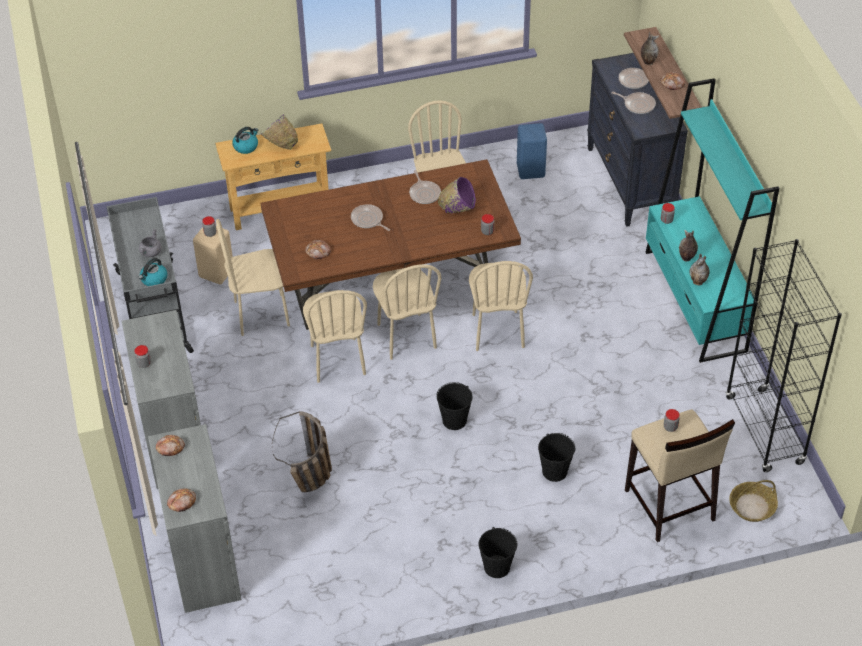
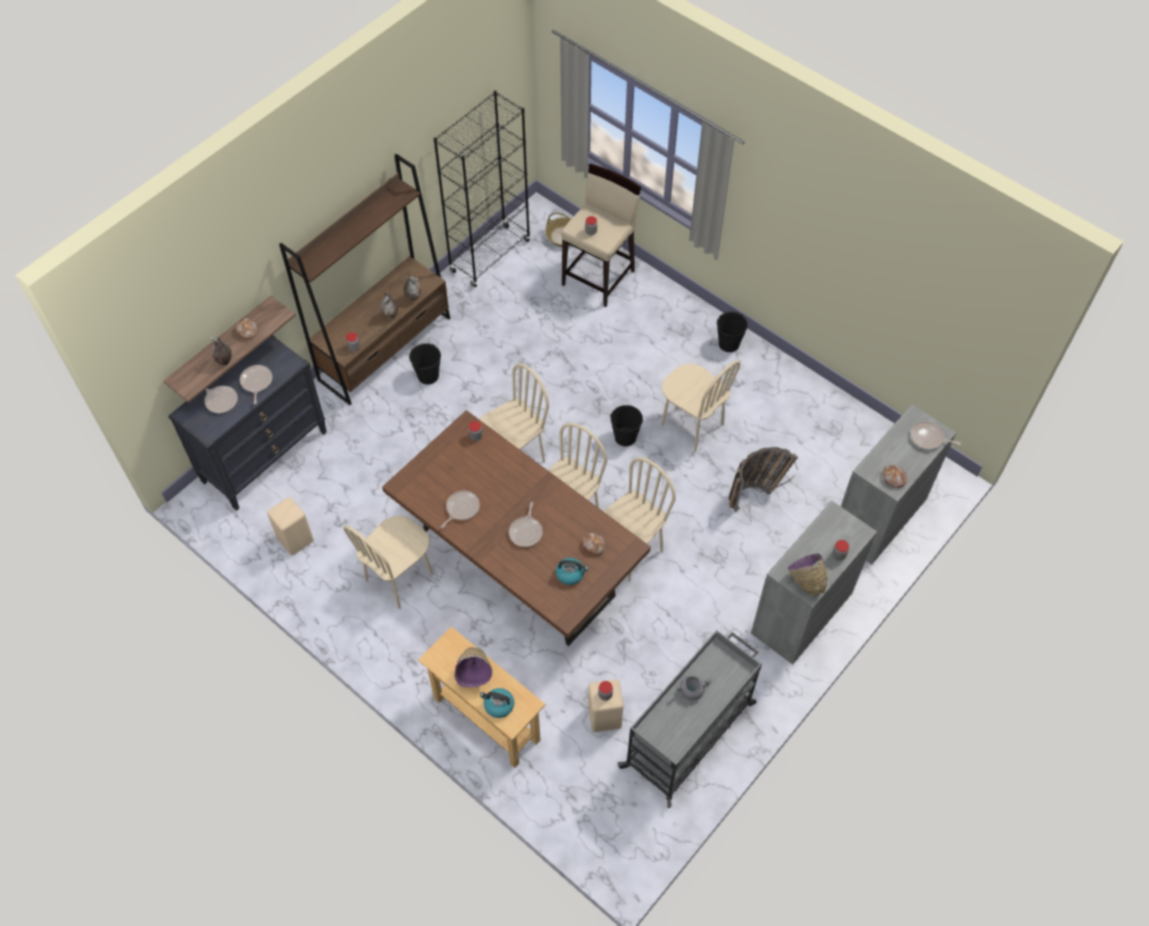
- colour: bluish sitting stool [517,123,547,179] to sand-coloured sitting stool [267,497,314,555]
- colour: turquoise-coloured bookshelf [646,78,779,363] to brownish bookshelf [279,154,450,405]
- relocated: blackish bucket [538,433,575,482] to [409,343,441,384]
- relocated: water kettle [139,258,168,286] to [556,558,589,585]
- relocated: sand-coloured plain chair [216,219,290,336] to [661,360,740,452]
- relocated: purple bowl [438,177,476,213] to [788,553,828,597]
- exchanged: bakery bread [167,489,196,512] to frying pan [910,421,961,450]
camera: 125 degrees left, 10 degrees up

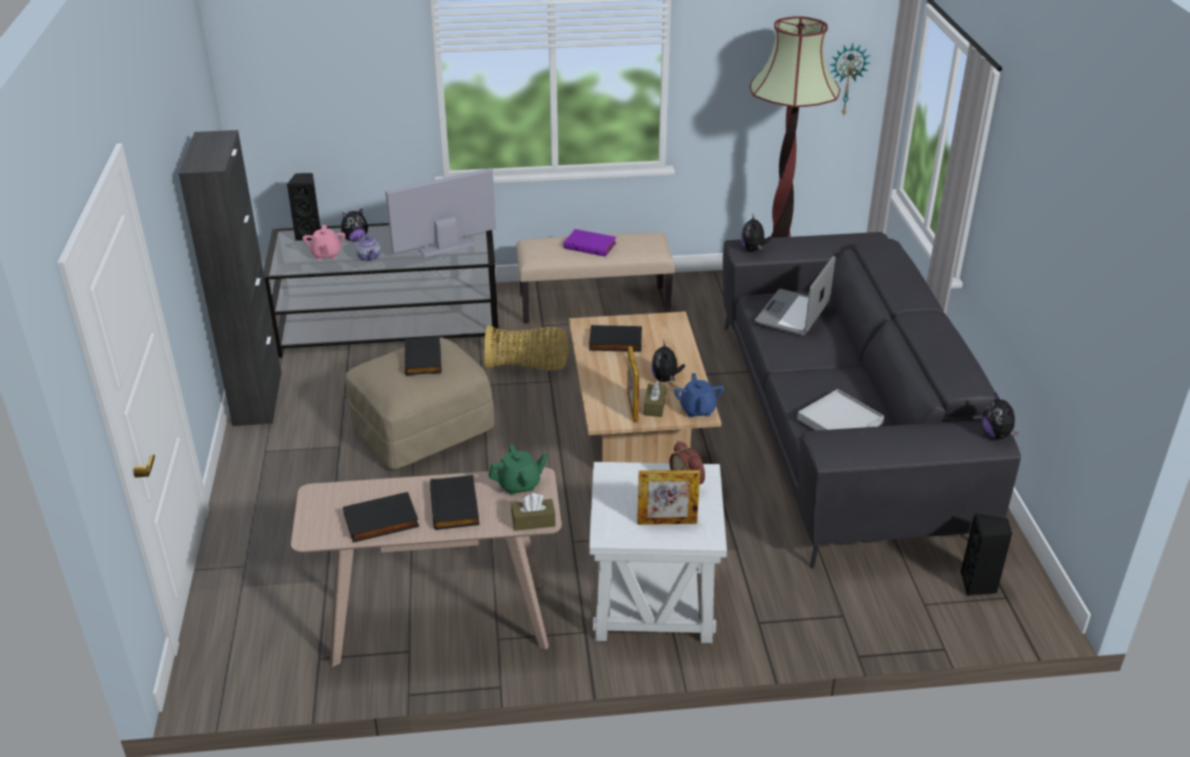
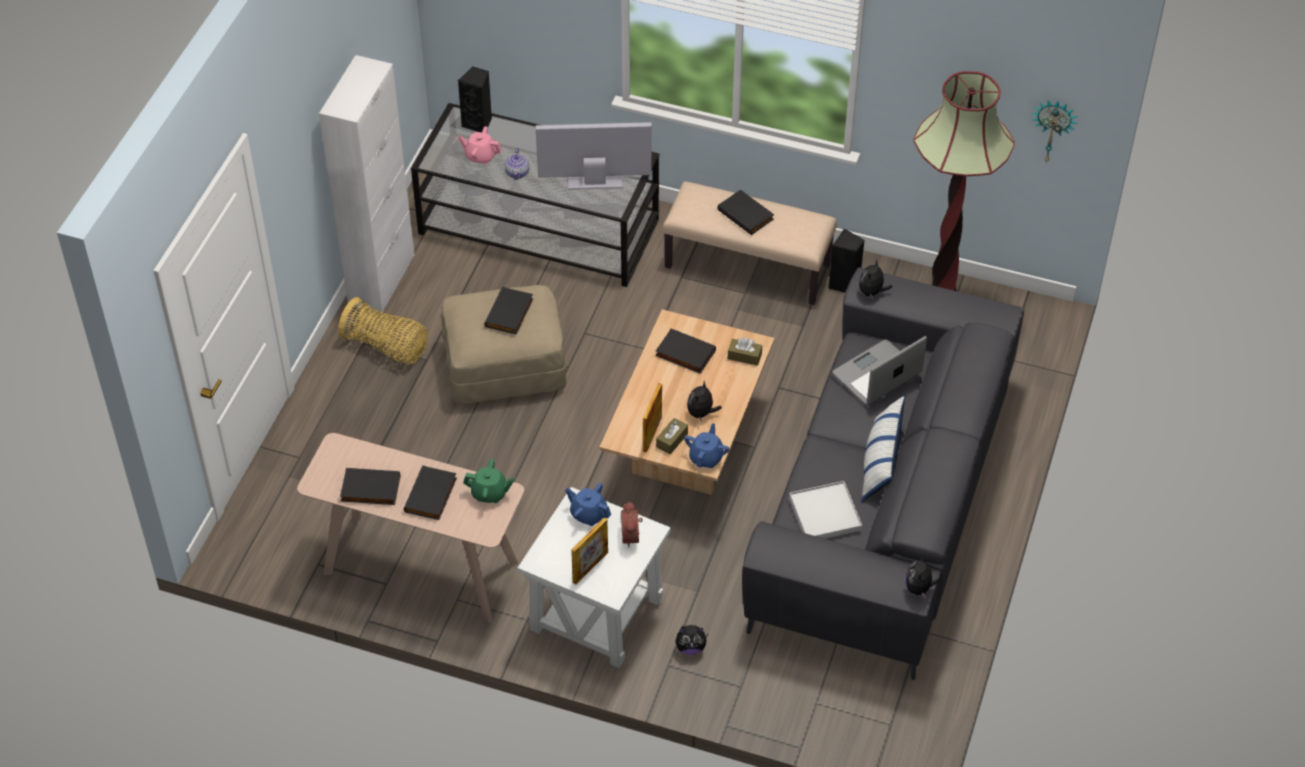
- colour: blackish storage cabinet [179,130,282,426] to whitish storage cabinet [319,55,415,312]
- relocated: storage basket [484,325,569,370] to [338,297,428,364]
- spun: pink-coloured pot for tea [302,225,345,260] = [458,126,502,165] 90 degrees clockwise
- appeared: bluish pot for tea [565,483,611,526]
- spun: picture frame [637,470,700,525] = [571,517,608,585] 75 degrees counterclockwise
- relocated: soft toy [341,208,368,242] to [675,625,708,655]
- colour: purple bound book [563,229,616,257] to blackish bound book [717,189,774,235]
- relocated: brownish box of tissues [511,493,556,531] to [728,338,762,366]
- relocated: blackish loudspeaker [961,514,1012,596] to [828,229,865,293]
- appeared: throw pillow [861,395,906,502]
camera: 25 degrees right, 15 degrees up

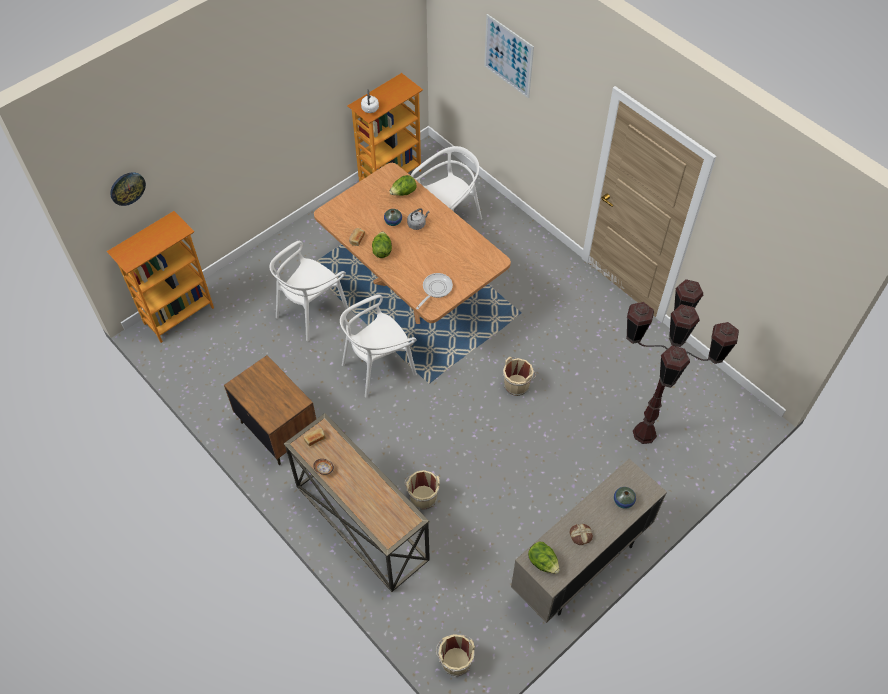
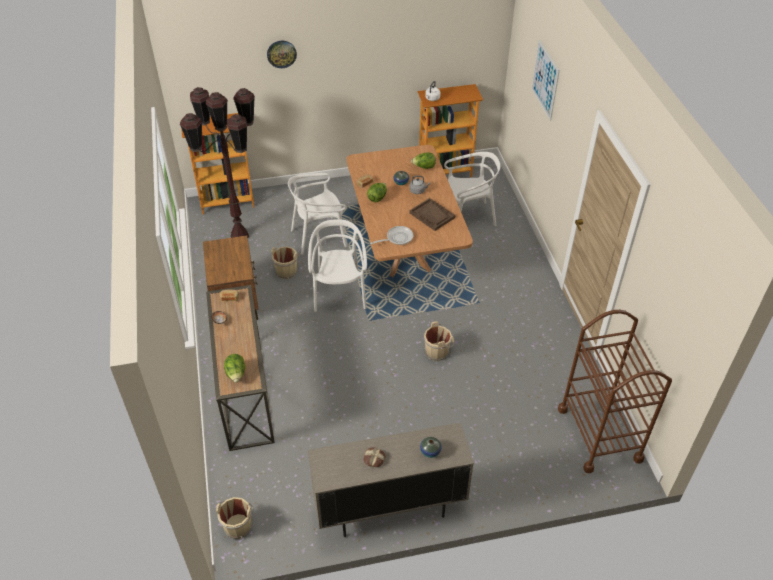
- relocated: brownish floor lamp [626,279,739,444] to [180,87,255,238]
- relocated: head of lettuce [528,542,560,574] to [224,354,245,383]
- relocated: clock on the wall [110,172,146,206] to [267,41,297,68]
- relocated: sand-coloured bucket [404,470,440,510] to [271,246,300,279]
- spun: whitish plain chair [340,295,417,397] = [308,219,367,312] 90 degrees clockwise
- appeared: brownish tray [409,198,455,231]
- appeared: brownish cart [558,310,672,473]
camera: 30 degrees right, 10 degrees down

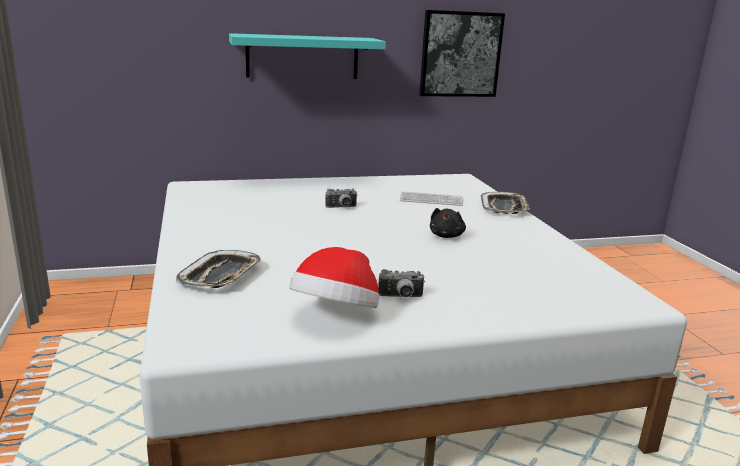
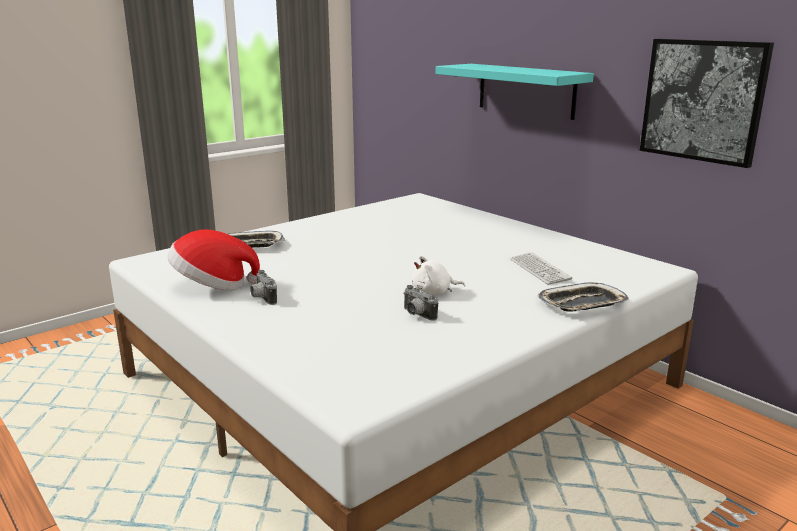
- relocated: photo camera [325,188,358,208] to [403,285,438,321]
- colour: blackish soft toy [430,208,466,238] to whitish soft toy [412,256,465,295]
camera: 65 degrees right, 0 degrees up

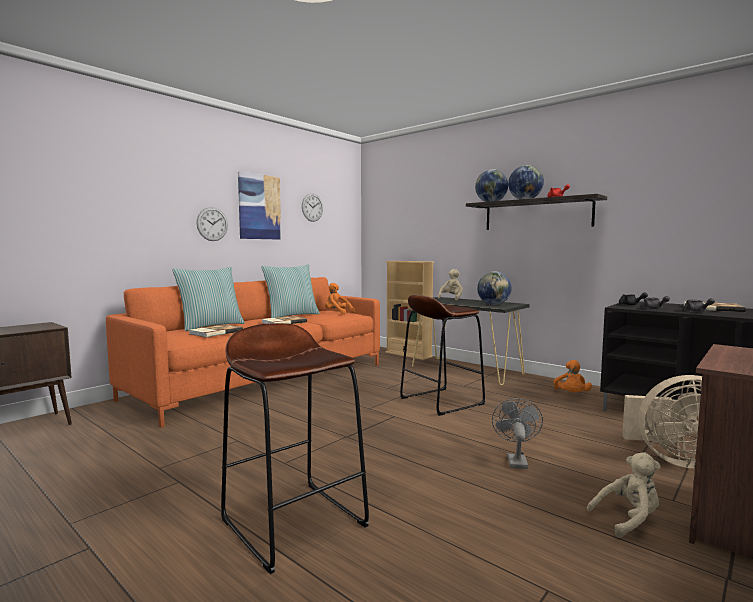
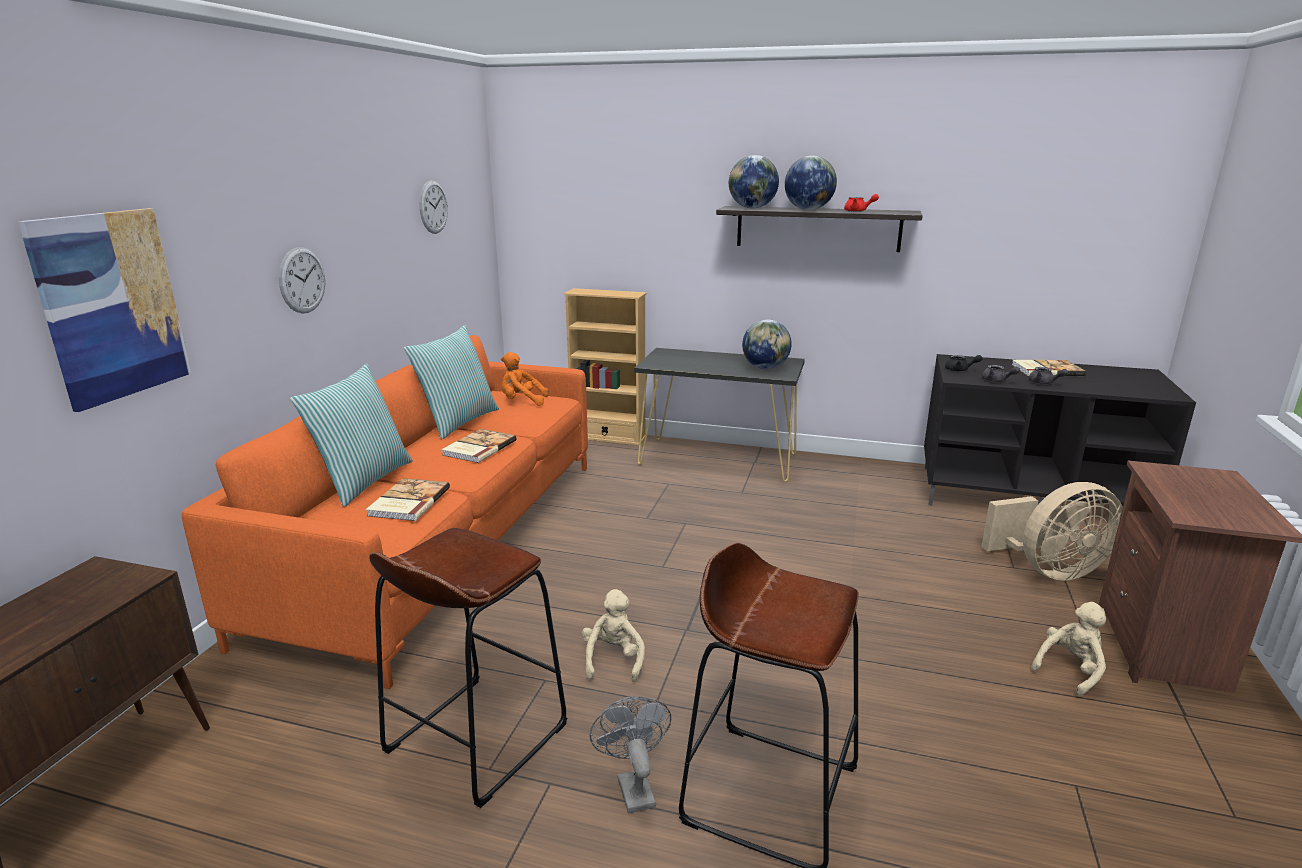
- relocated: wall picture [238,172,281,240] to [18,208,191,412]
- relocated: brownish sitting stool [400,295,485,416] to [369,528,567,808]
- relocated: sand-coloured soft toy [438,269,463,301] to [582,589,645,682]
- relocated: gray cooling fan [492,398,543,469] to [589,696,671,813]
- missing: orangey soft toy [554,360,592,392]
camera: 25 degrees left, 15 degrees up

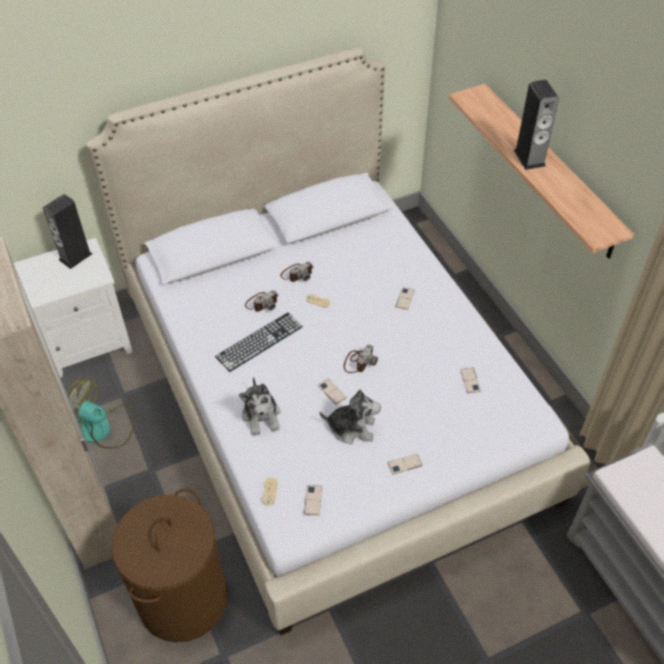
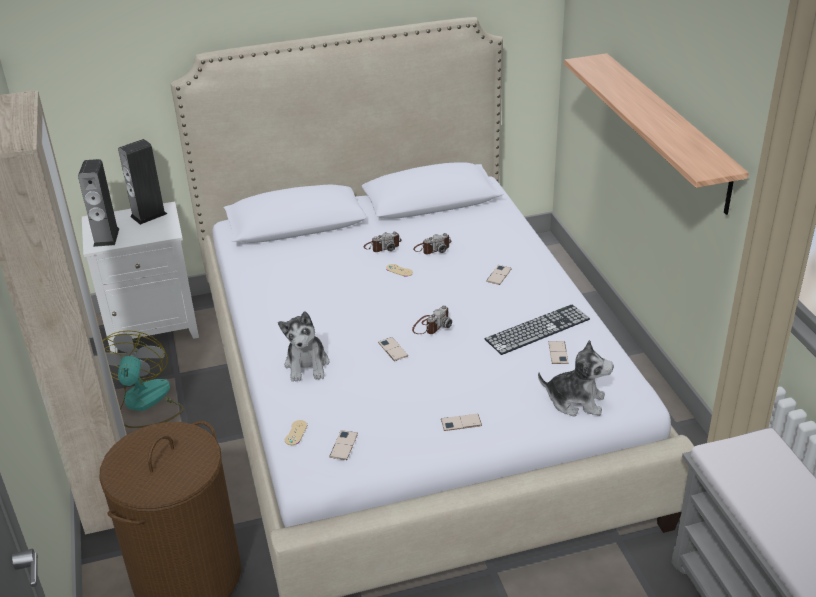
- relocated: loudspeaker [514,80,559,170] to [78,159,119,247]
- spun: cooling fan [67,378,135,449] = [103,331,184,428] 60 degrees clockwise
- relocated: photo camera [245,290,279,312] to [413,233,451,254]
- relocated: computer keyboard [215,313,303,372] to [484,305,590,355]
- relocated: soft toy [320,389,381,444] to [538,340,614,417]
camera: 10 degrees right, 15 degrees down

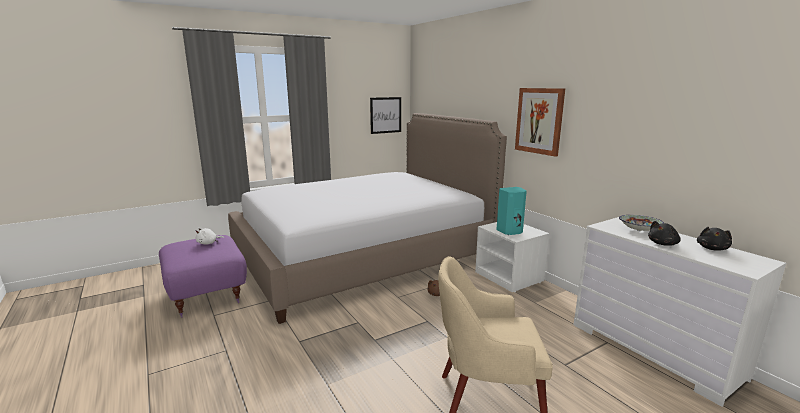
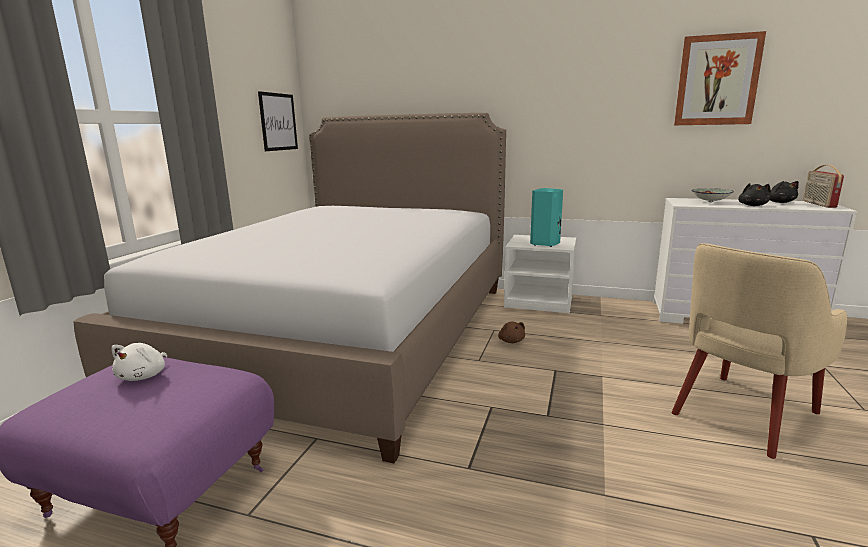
- relocated: wall picture [515,88,565,157] to [674,31,766,125]
- appeared: radio set [803,165,844,208]
camera: 40 degrees left, 0 degrees up

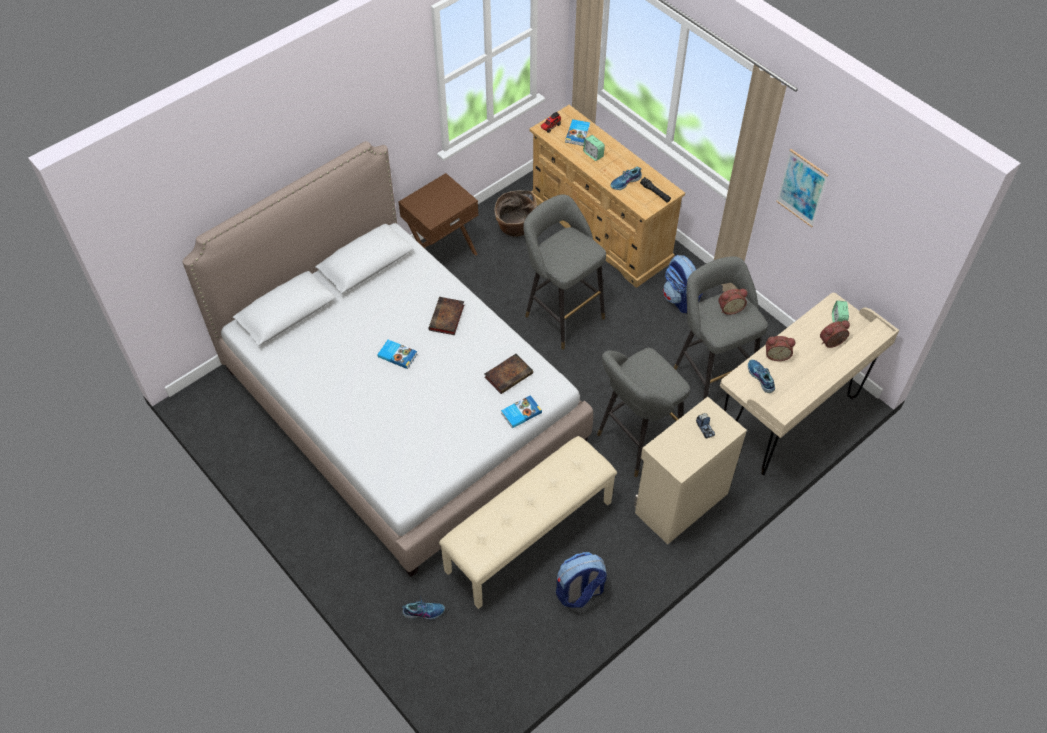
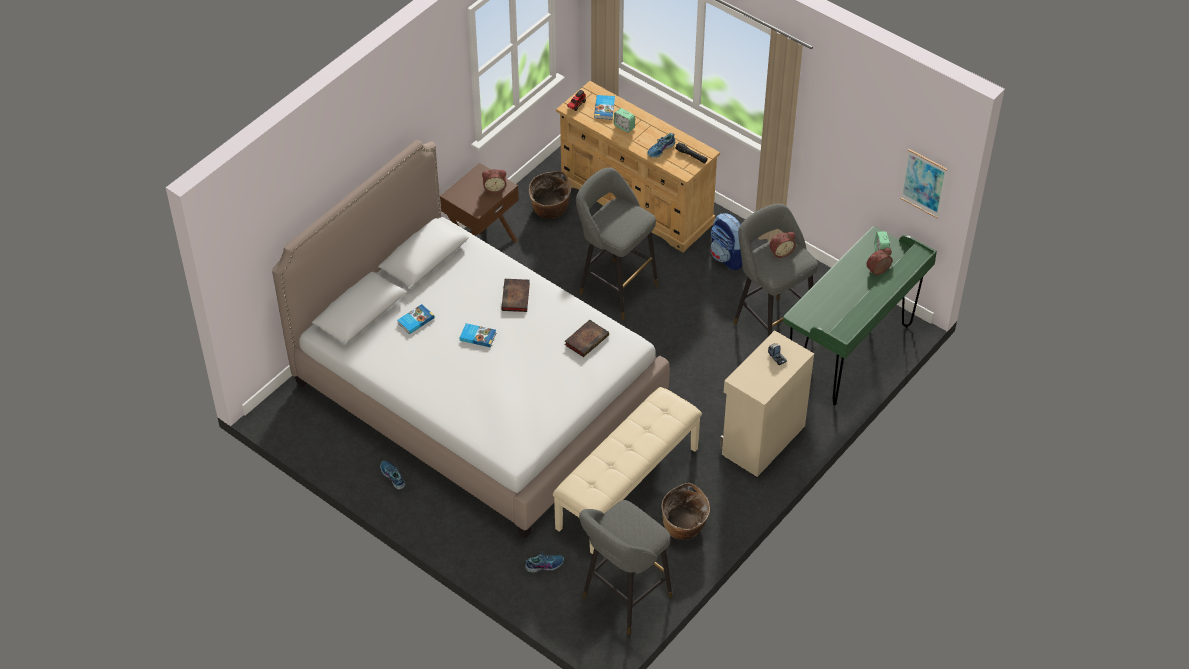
- relocated: low shoe [748,360,775,393] to [380,461,405,489]
- relocated: bound book [501,395,542,428] to [397,304,435,334]
- relocated: bedside clock [766,336,796,361] to [482,169,506,193]
- relocated: gray sitting stool [597,348,690,477] to [579,500,673,635]
- exchanged: rucksack [556,552,607,608] to storage basket [661,483,710,540]
- colour: sand-coloured desk table [720,293,899,475] to greenish desk table [783,226,937,405]
- relocated: wall picture [776,149,829,227] to [900,149,948,219]
camera: 10 degrees left, 5 degrees down

